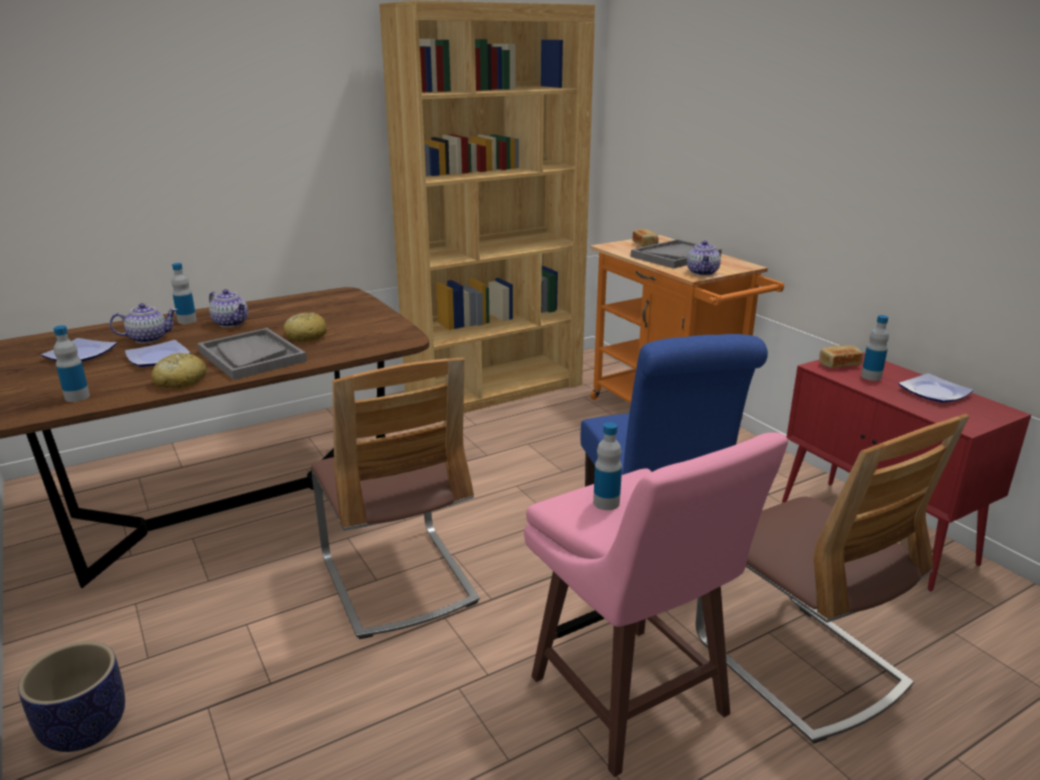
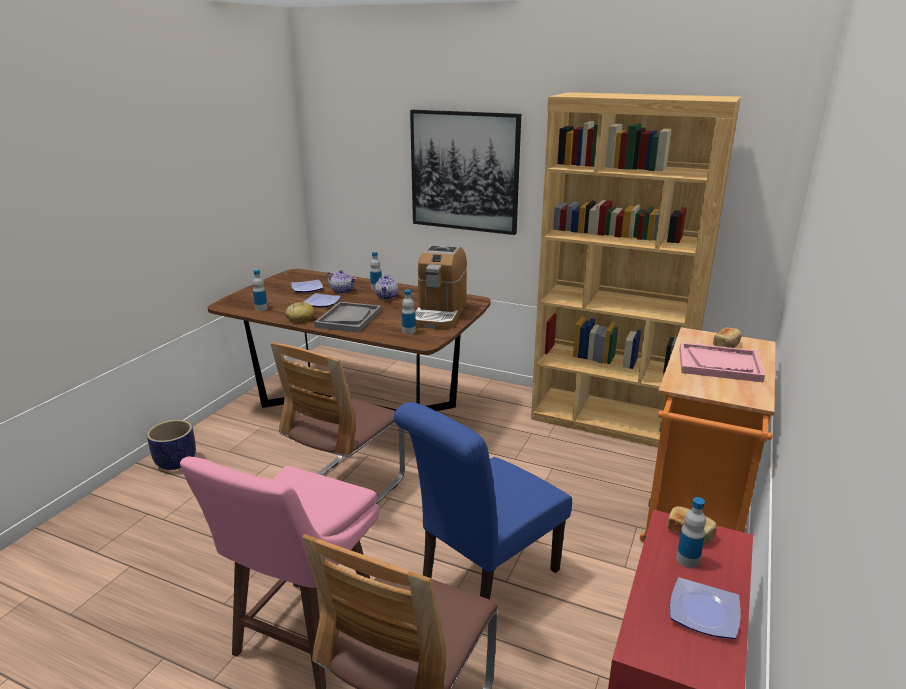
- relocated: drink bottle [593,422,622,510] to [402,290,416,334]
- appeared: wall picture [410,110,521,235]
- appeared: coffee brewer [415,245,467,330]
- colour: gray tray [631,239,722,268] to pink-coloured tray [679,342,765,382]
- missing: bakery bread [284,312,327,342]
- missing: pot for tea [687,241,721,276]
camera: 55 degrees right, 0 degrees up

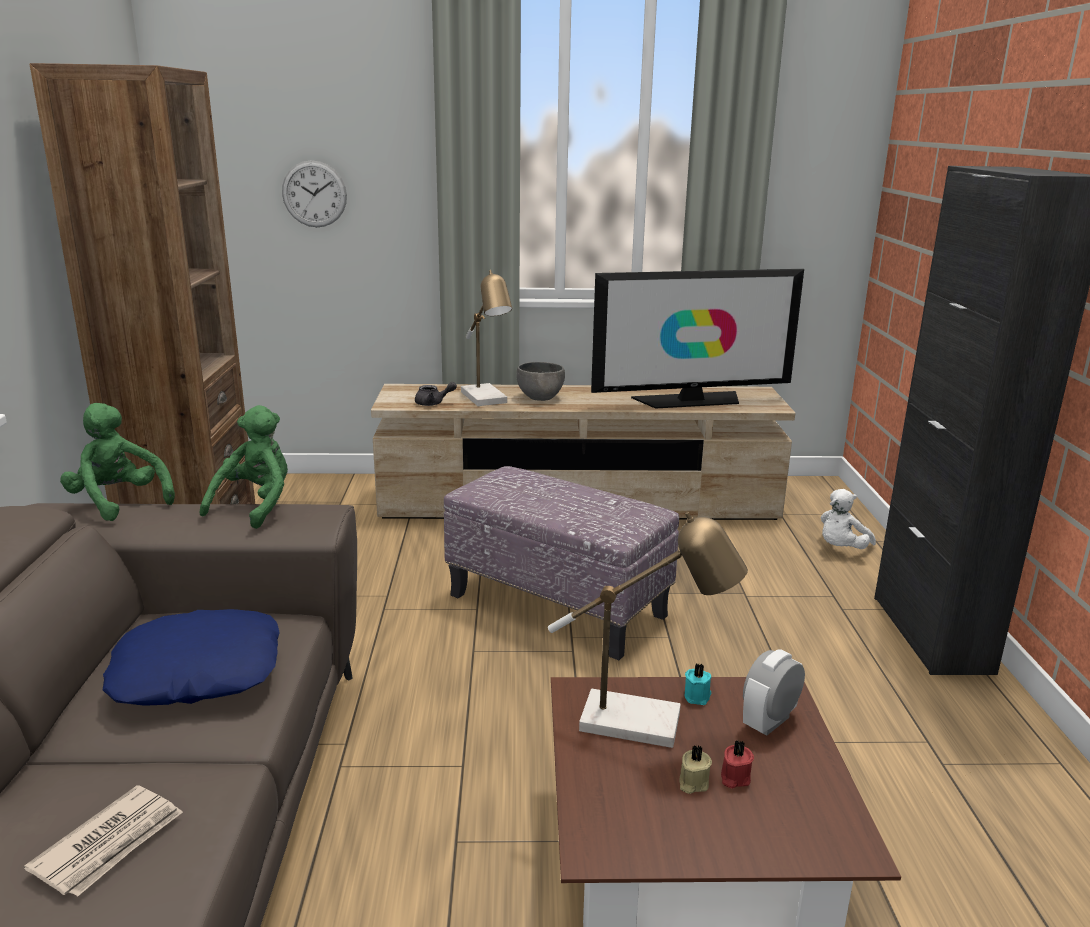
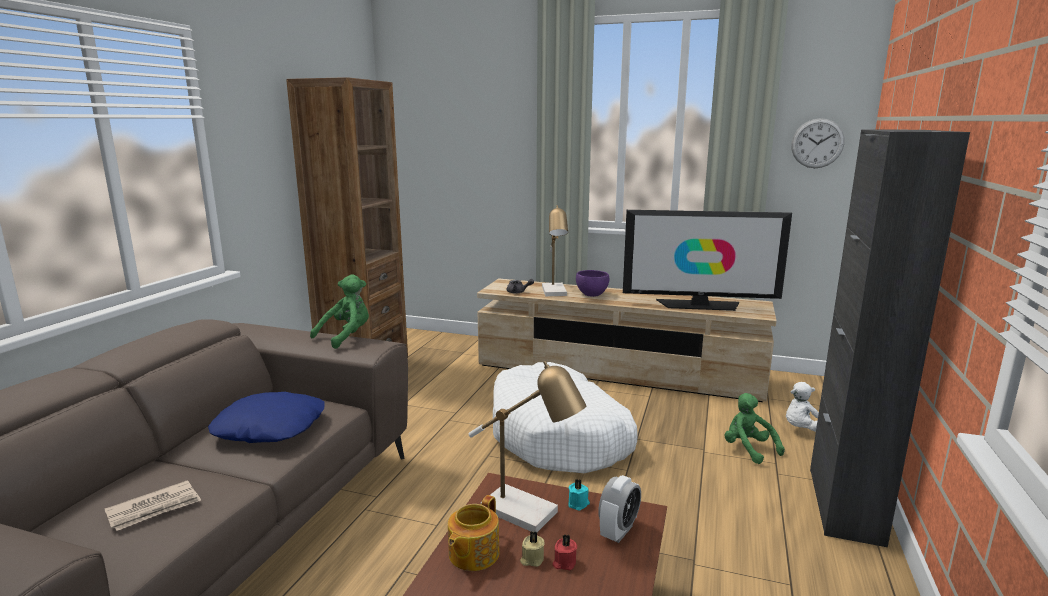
- appeared: pot for tea [448,495,500,571]
- exchanged: pouffe [444,466,679,660] to whitish pet bed [493,362,638,473]
- colour: gray bowl [516,362,565,401] to purple bowl [576,270,609,297]
- spun: bedside clock [743,649,805,736] = [598,475,641,543] 150 degrees clockwise
- relocated: greenish soft toy [60,403,175,521] to [725,393,785,464]
- relocated: clock on the wall [282,160,347,227] to [791,118,845,168]
camera: 20 degrees right, 5 degrees down

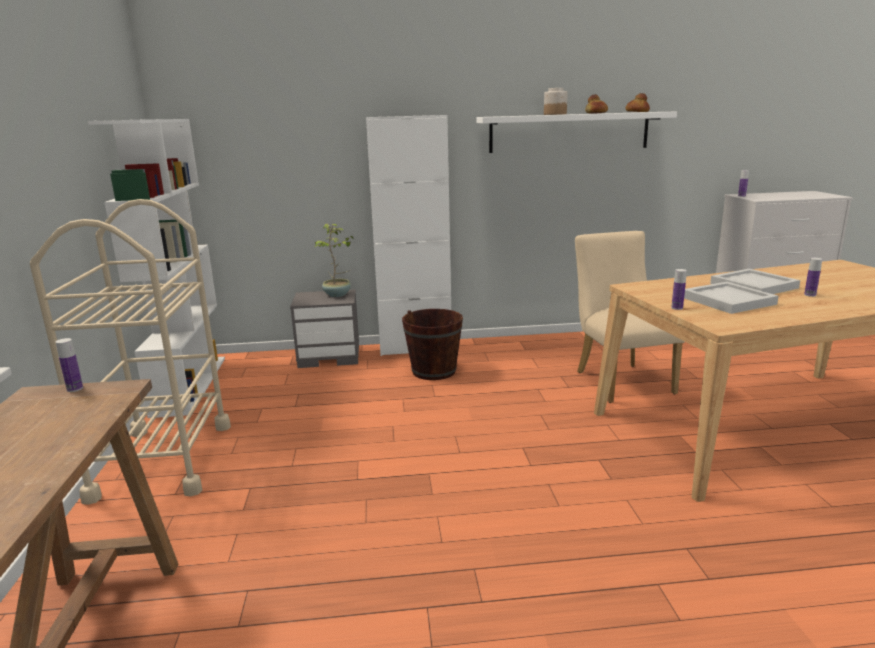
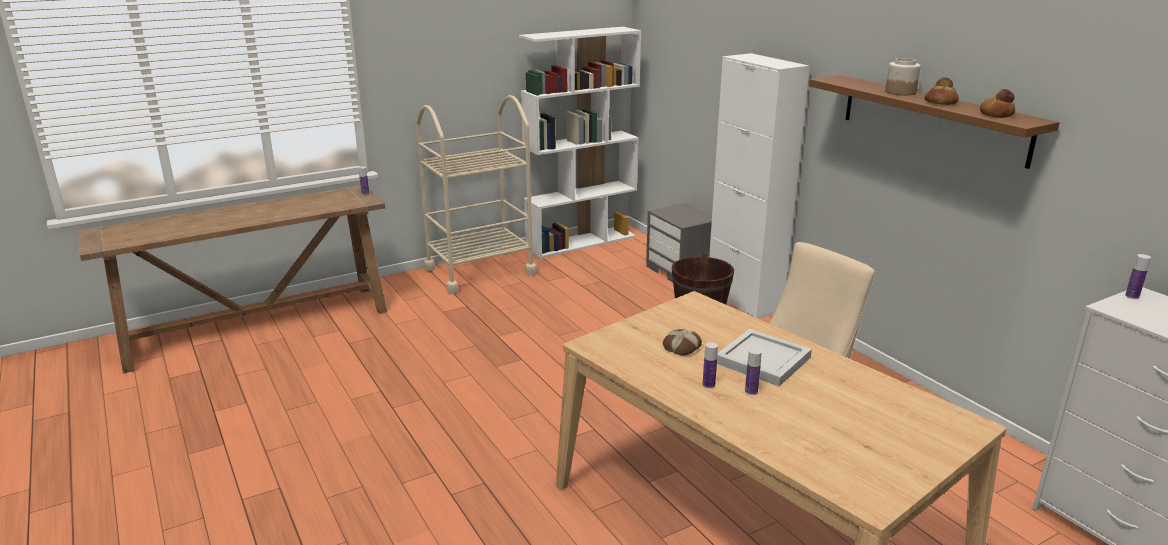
- exchanged: whitish tray [684,282,778,314] to bakery bread [663,329,702,356]
- relocated: drink bottle [671,269,687,310] to [703,342,718,388]
- colour: whitish shelf [476,112,677,153] to brownish shelf [808,75,1060,169]
- missing: potted plant [315,224,354,297]
camera: 65 degrees right, 5 degrees up

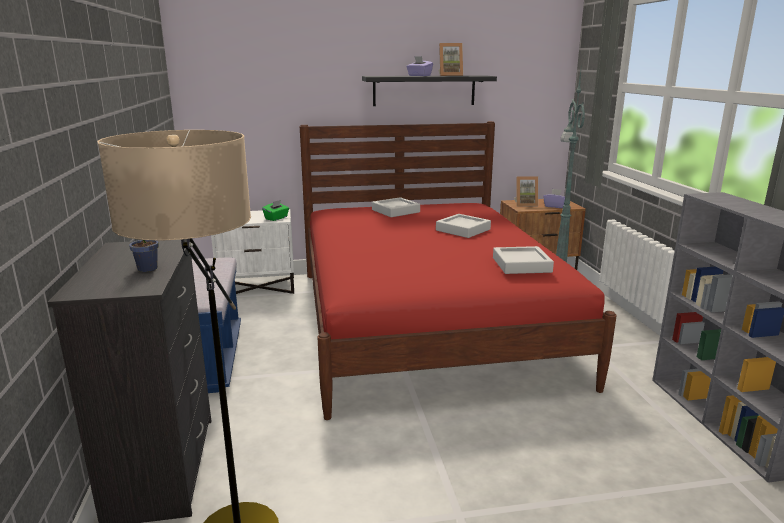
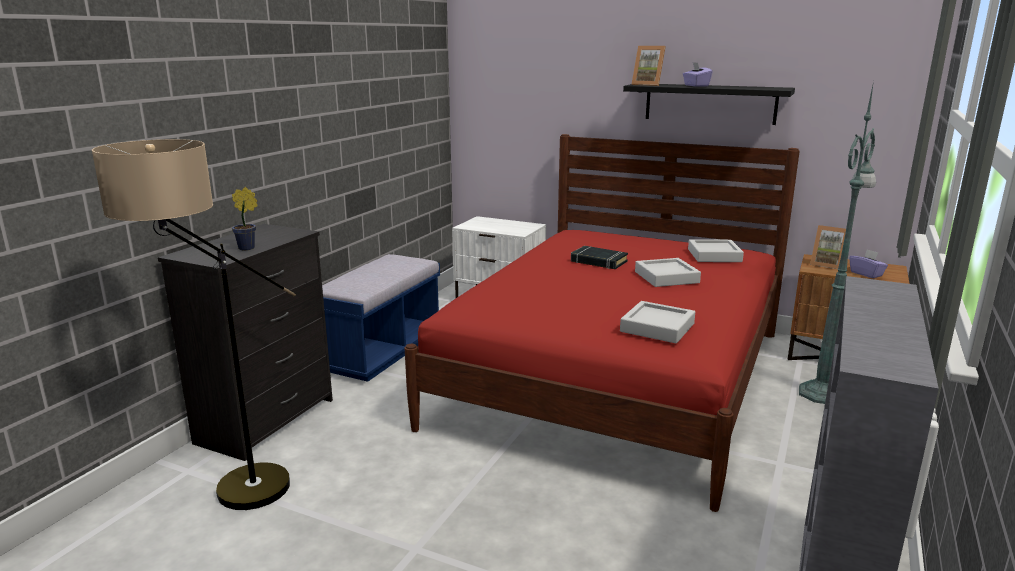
- appeared: blackish bound book [571,246,628,269]
- relocated: picture frame [438,43,463,76] to [632,46,666,86]
- relocated: gray tray [372,197,420,217] to [688,239,744,262]
- missing: greenish box of tissues [262,200,289,221]
camera: 35 degrees right, 0 degrees up

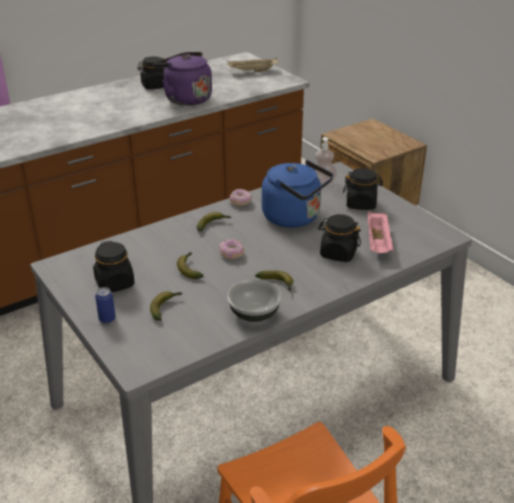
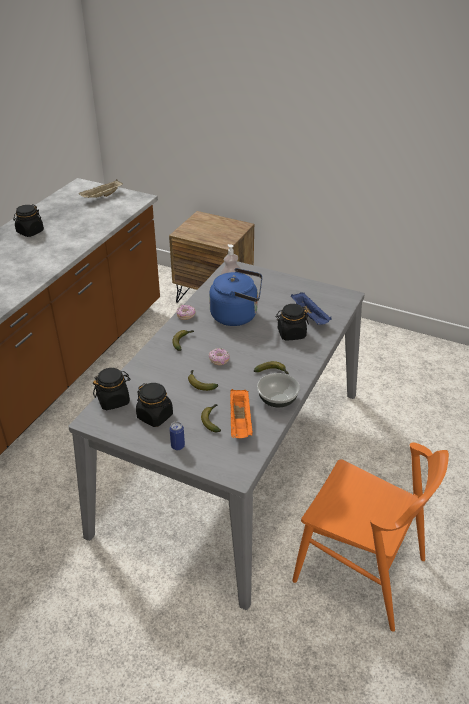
- relocated: blackish preserve jar [343,168,383,210] to [93,368,131,410]
- appeared: orangey tray [230,389,253,438]
- colour: pink-coloured tray [368,211,394,253] to bluish tray [291,292,332,325]
- missing: purple water kettle [153,52,212,106]
camera: 30 degrees left, 5 degrees up

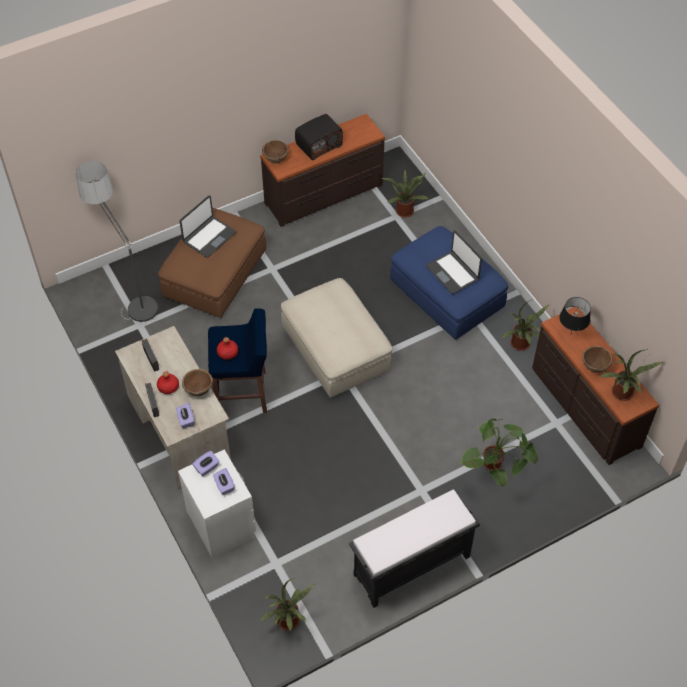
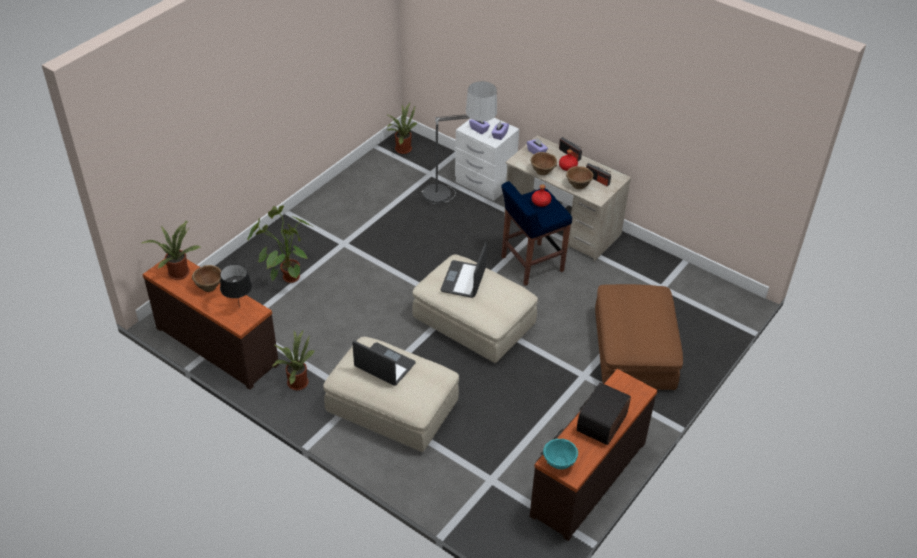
- colour: bluish pouffe [390,226,508,340] to sand-coloured pouffe [323,337,459,452]
- relocated: floor lamp [76,161,158,324] to [422,81,497,204]
- relocated: notebook computer [180,195,236,258] to [441,242,487,298]
- appeared: turquoise-coloured bowl [543,438,578,469]
- relocated: brownish bowl [262,140,289,164] to [566,166,594,189]
- missing: blackish bench [349,490,480,608]
- missing: potted plant [381,170,428,218]
camera: 155 degrees right, 10 degrees down

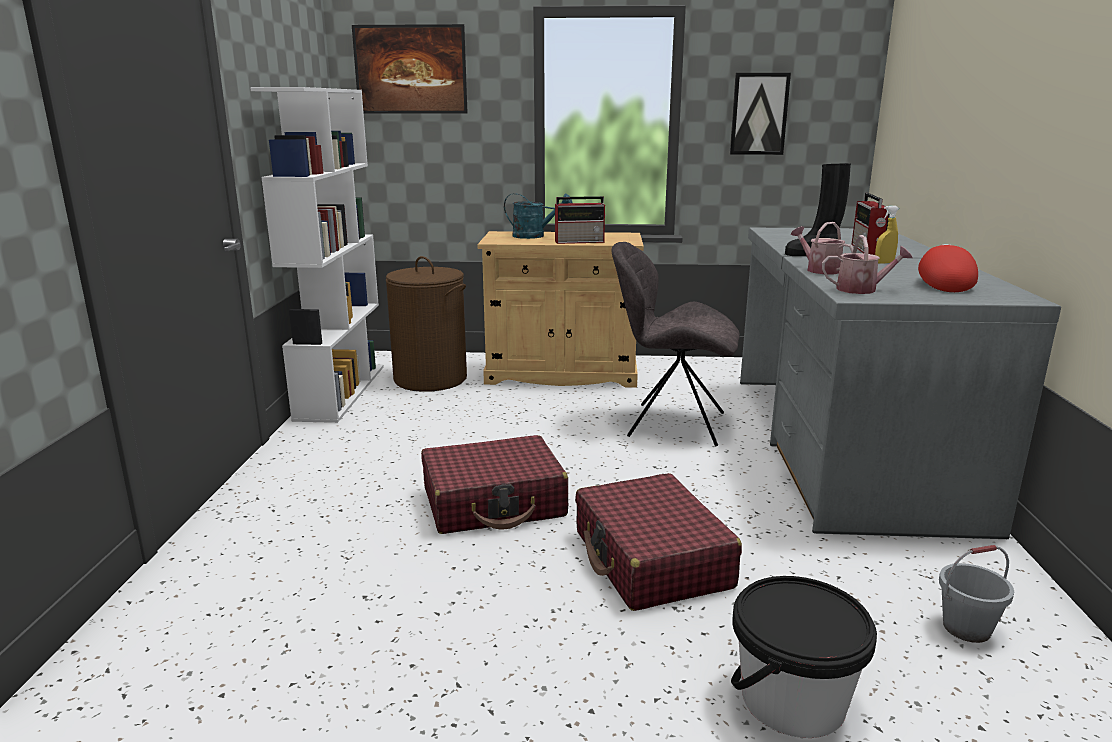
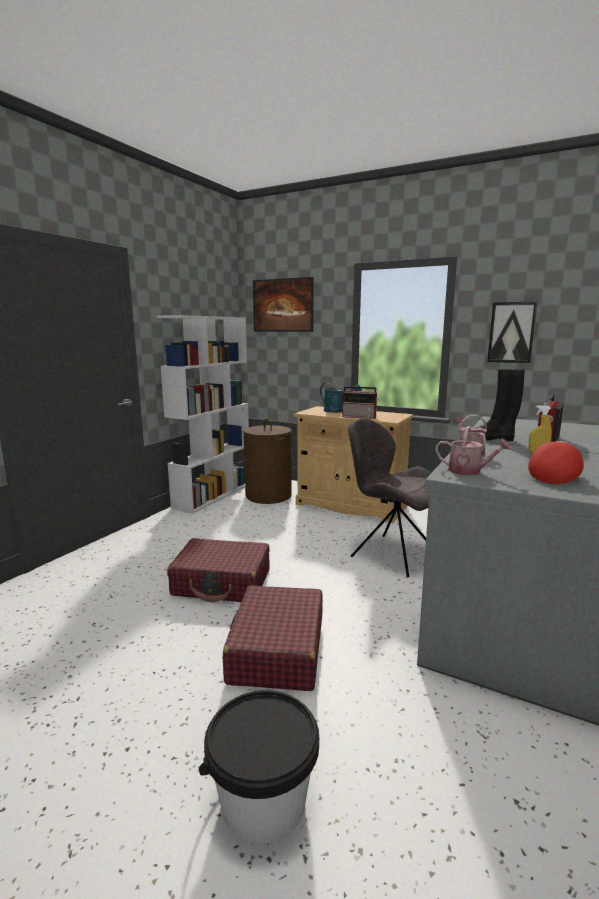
- missing: gray bucket [939,545,1014,643]
camera: 25 degrees right, 5 degrees down

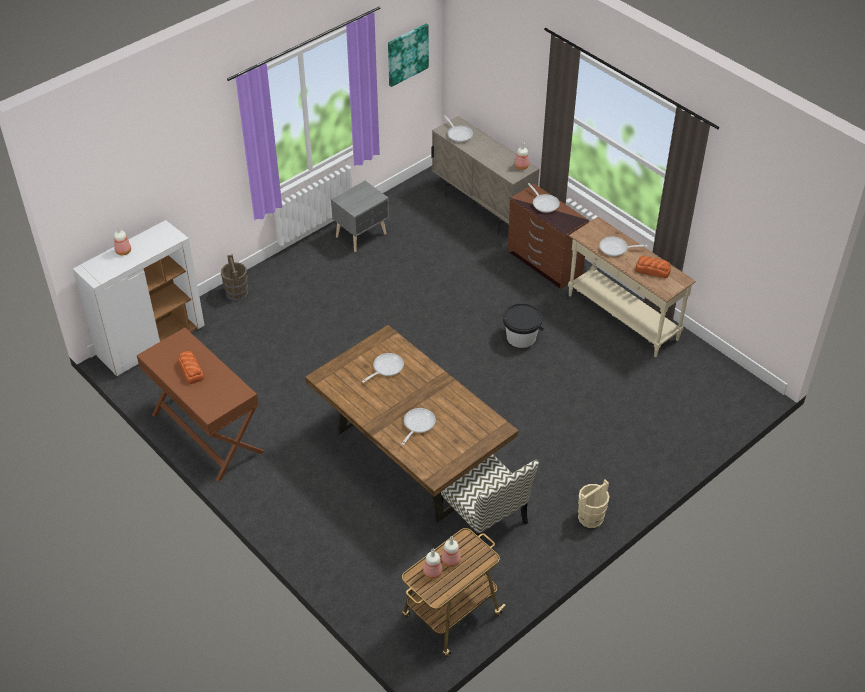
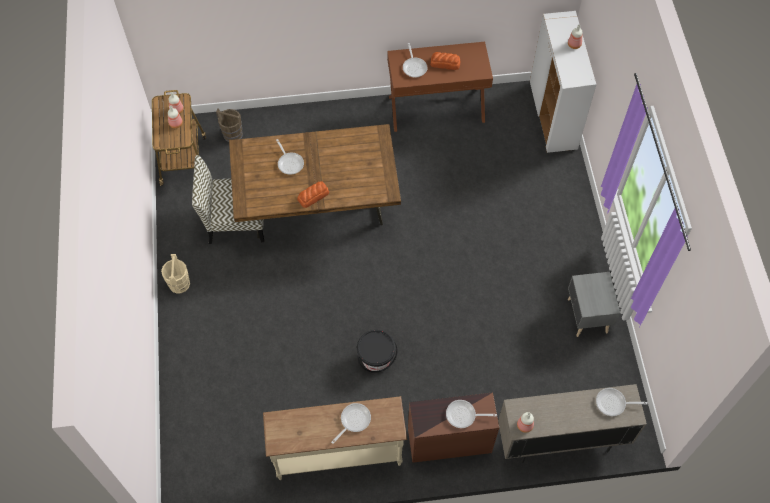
- relocated: brownish bucket [221,254,248,301] to [216,109,243,142]
- relocated: bakery bread [635,256,671,278] to [297,181,329,208]
- relocated: frying pan [362,353,404,383] to [403,43,428,78]
- missing: wall picture [388,24,429,87]
camera: 125 degrees right, 15 degrees up

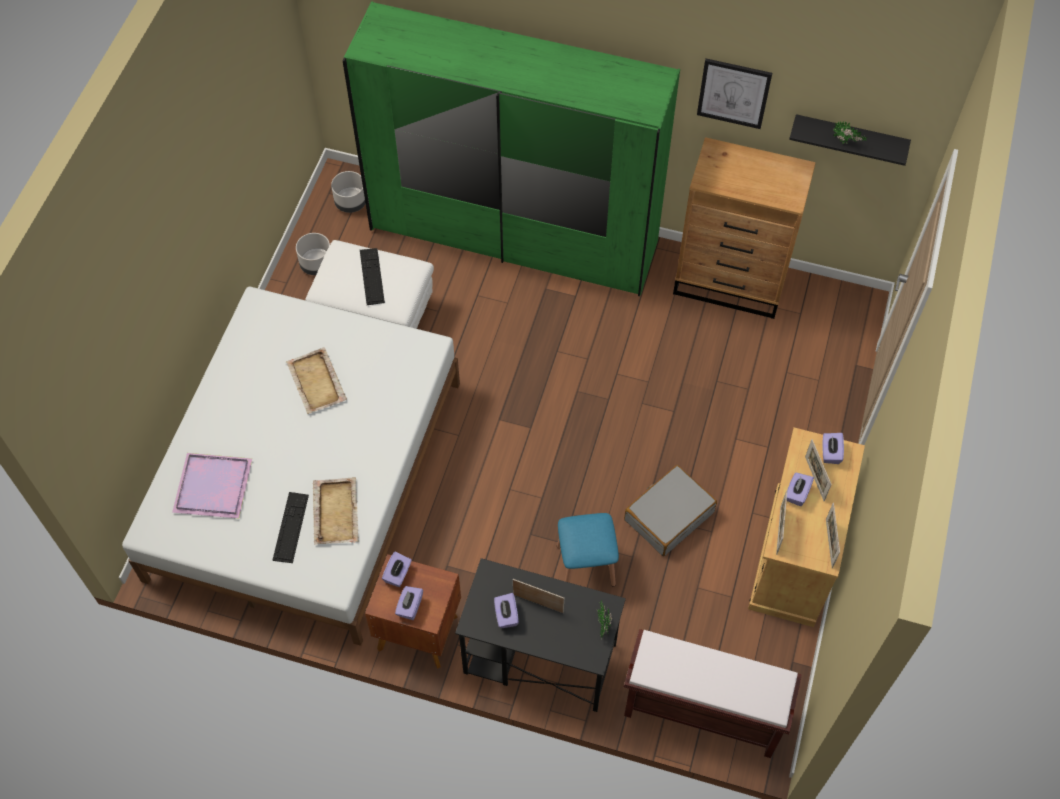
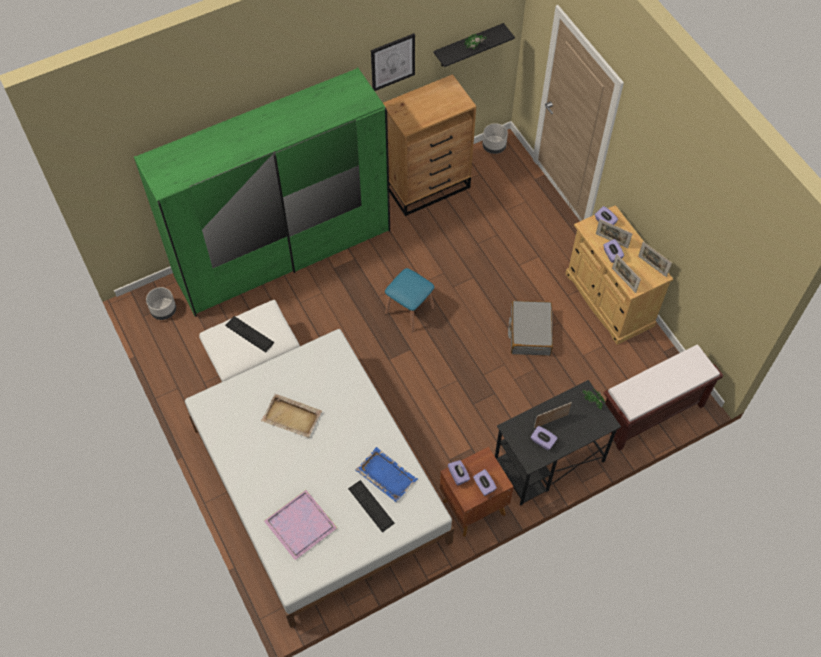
- colour: sand-coloured tray [313,477,359,545] to bluish tray [355,447,418,502]
- relocated: bluish sitting stool [557,513,619,587] to [385,268,434,332]
- relocated: gray flower pot [296,233,330,275] to [483,123,508,154]
camera: 45 degrees left, 0 degrees up

